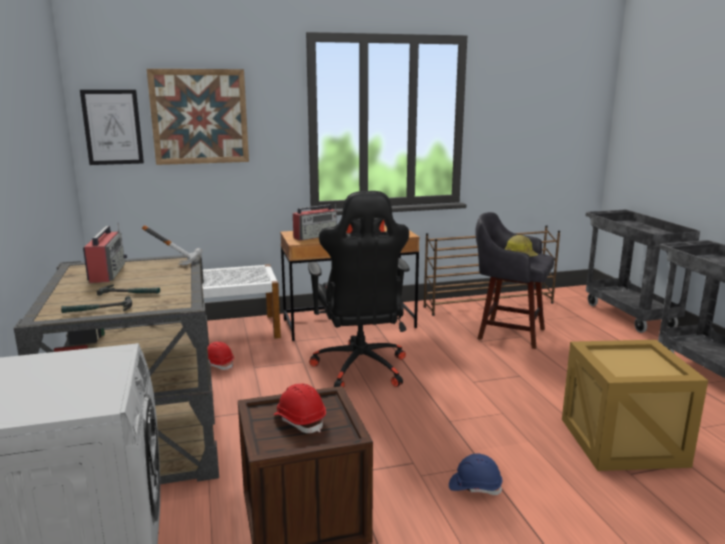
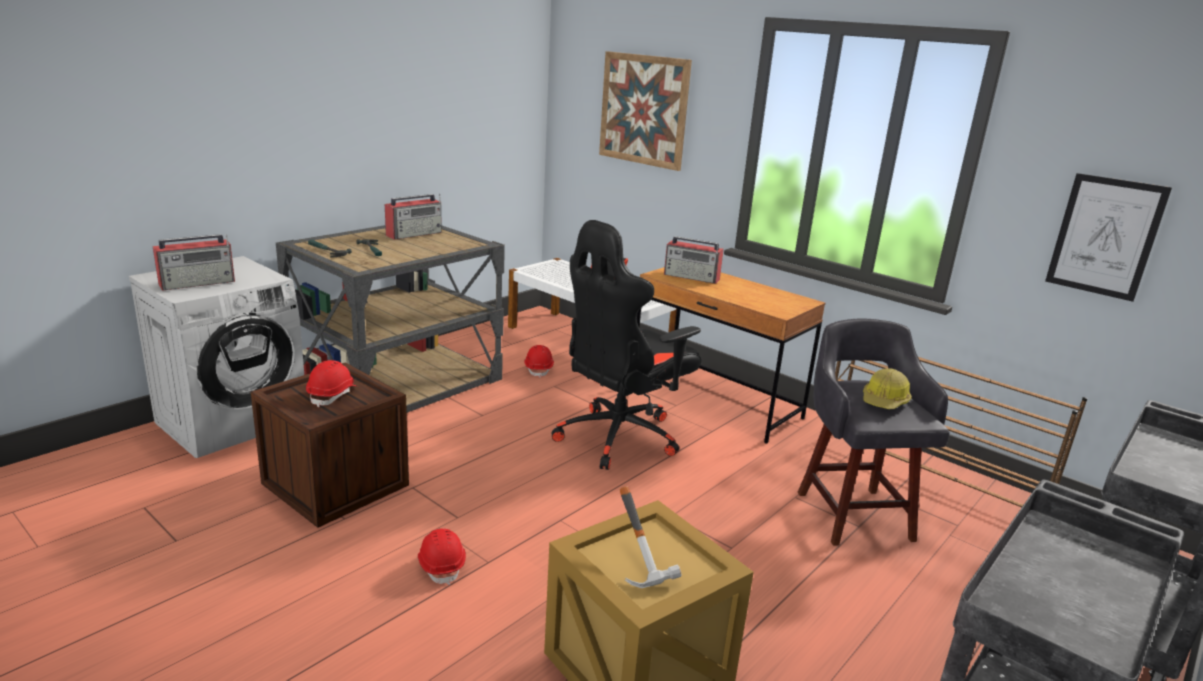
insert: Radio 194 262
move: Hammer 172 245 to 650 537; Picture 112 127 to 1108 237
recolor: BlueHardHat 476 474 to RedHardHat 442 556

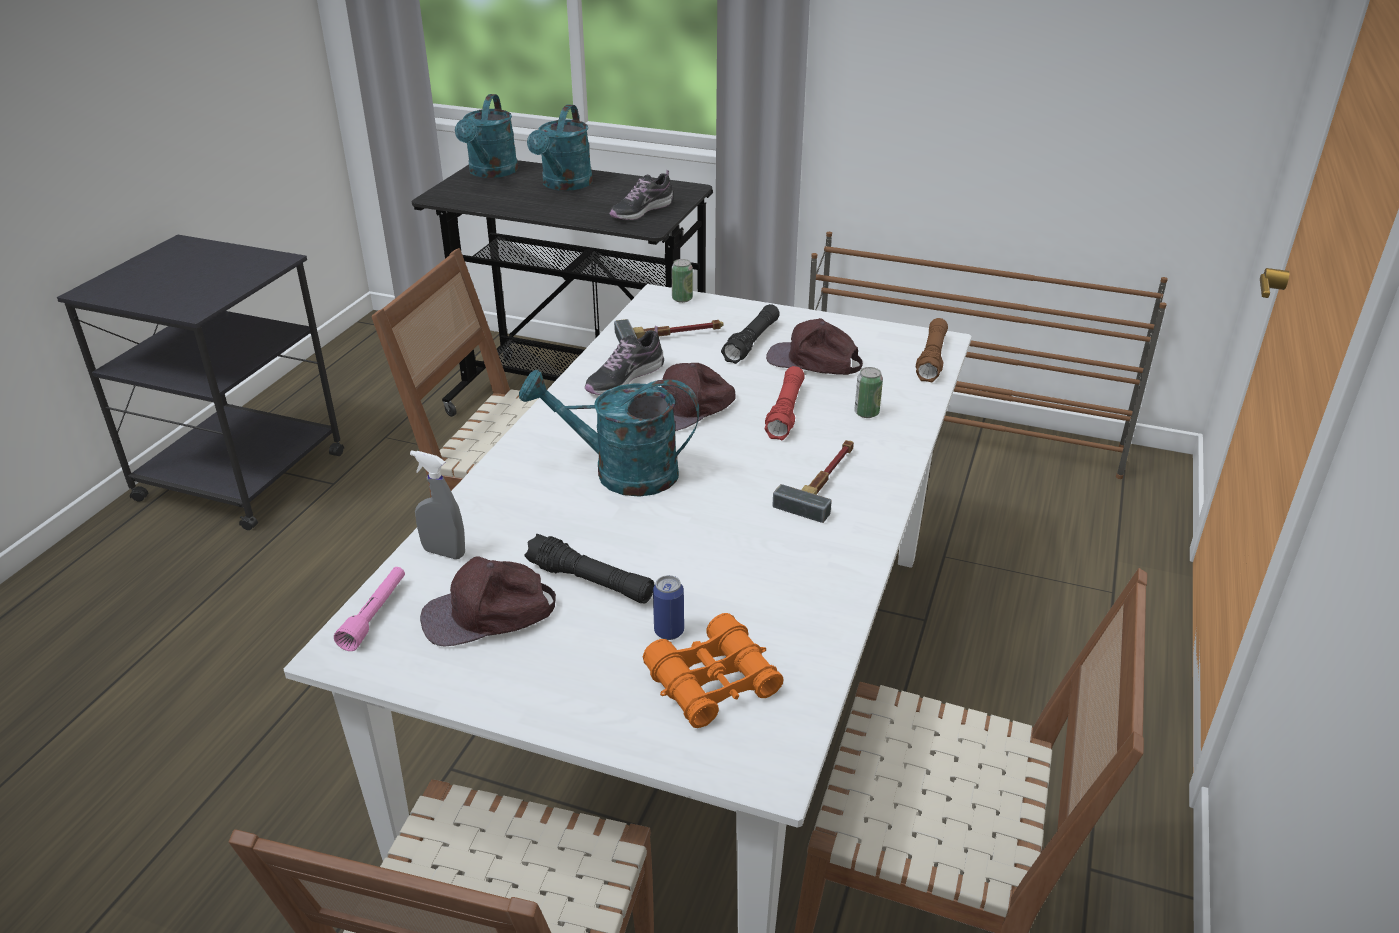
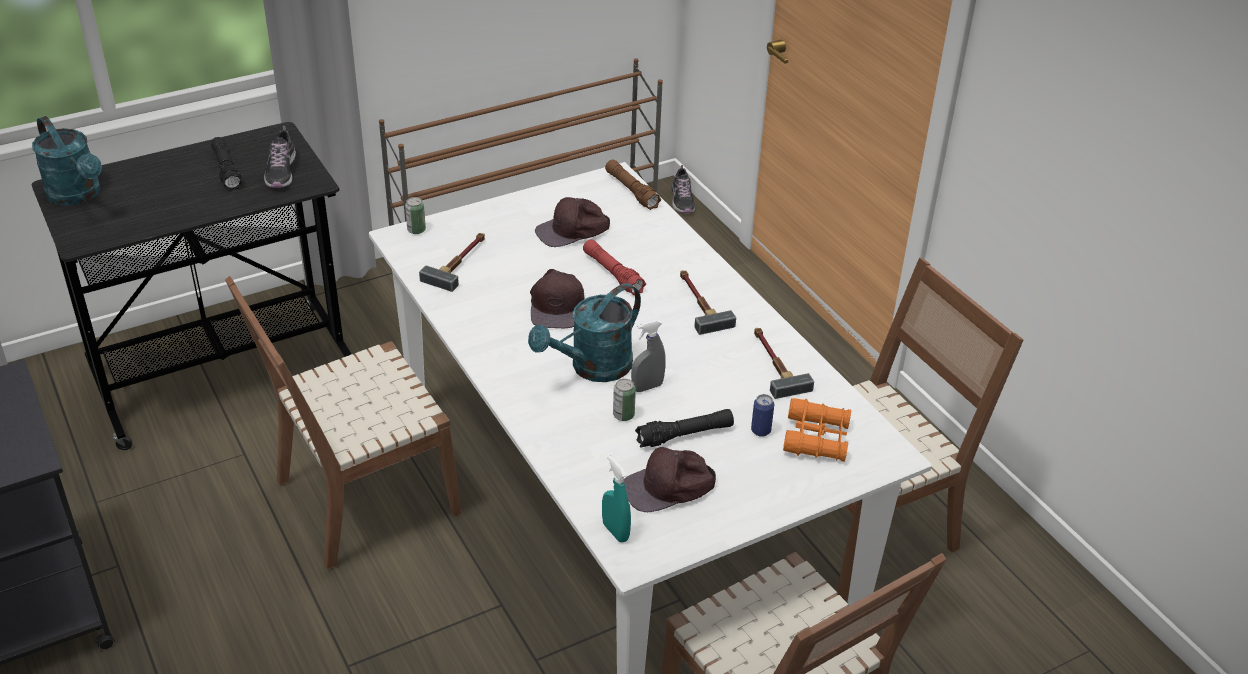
delete: TurquoiseWateringCan 560 147
insert: Hammer 784 363
move: BlackFlashlight 750 334 to 226 163; Can 868 392 to 624 400; GreySprayBottle 437 505 to 648 356; Shoe 624 360 to 683 189
replace: PinkFlashlight 369 609 to TurquoiseSprayBottle 616 498
rotate: BrownCap 488 601 = 669 479 45 degrees clockwise

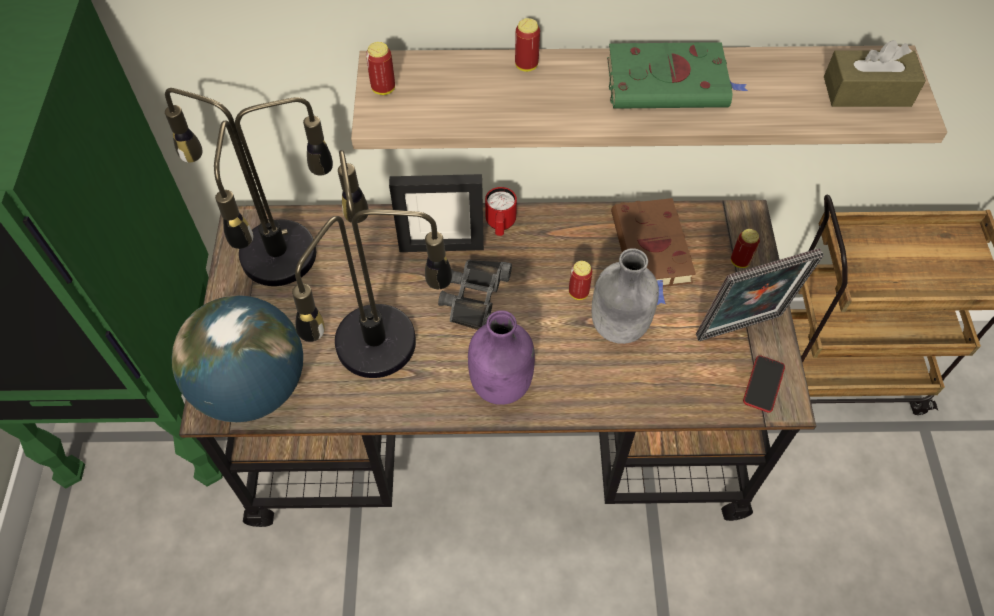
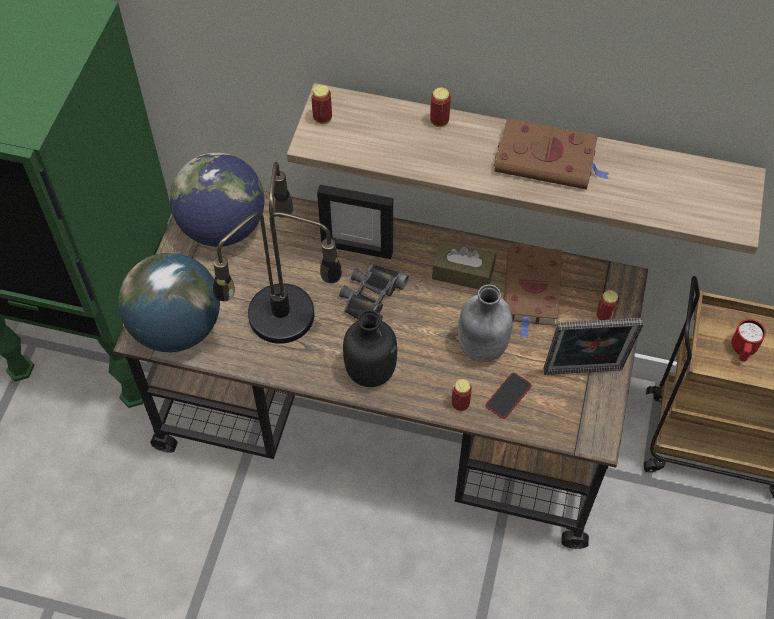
move: BrownTissueBox 875 73 to 464 265; Can 581 280 to 461 395; Phone 764 384 to 508 396; RedMug 501 211 to 748 340
replace: TableLamp 249 187 to Globe 217 200
recolor: PurpleBottle 501 357 to BlackBottle 370 348; GreenBook 677 75 to BrownBook 552 154

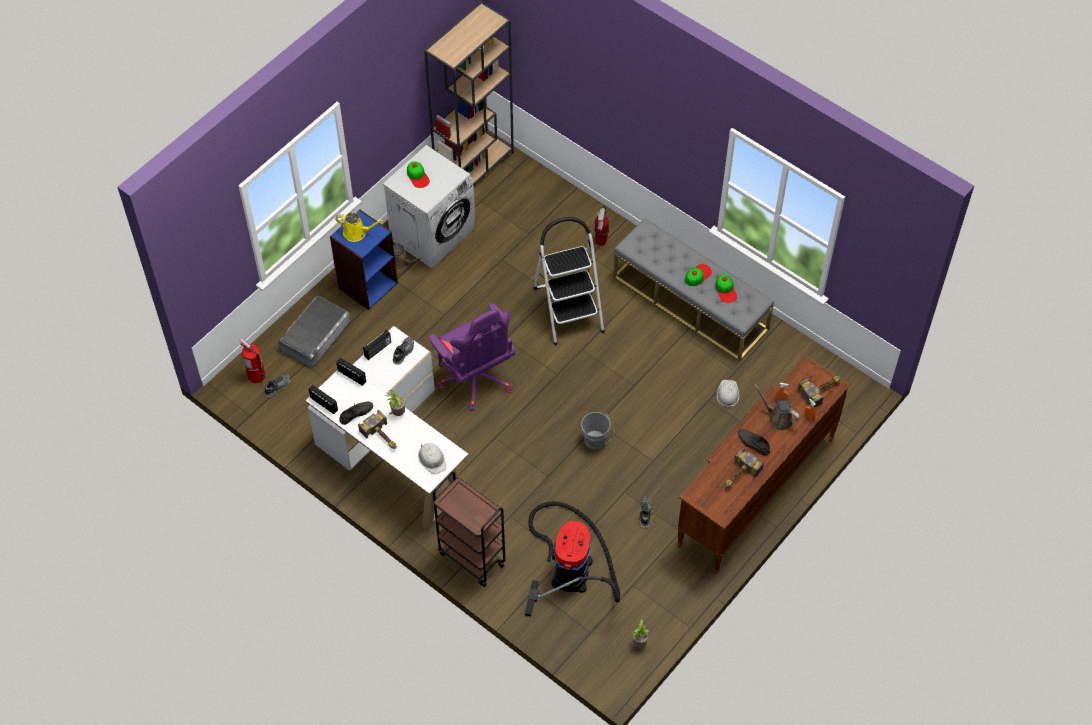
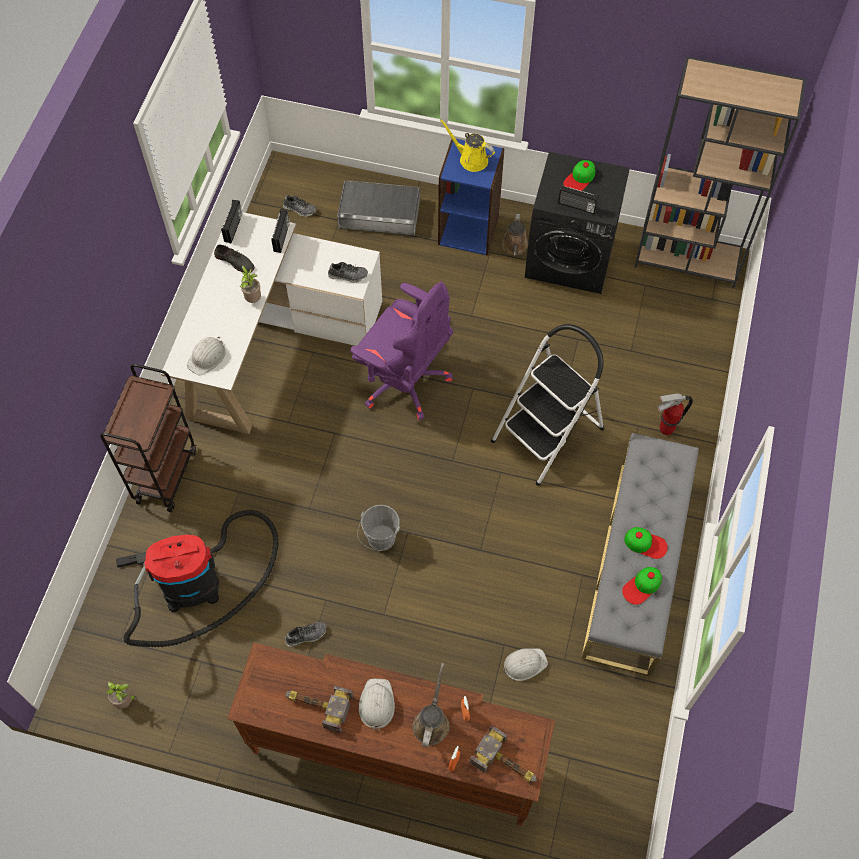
delete: FireExtinguisher 252 360; Hammer 377 429
move: Radio 377 345 to 578 199
replace: GreyShoe 754 442 to WhiteHardHat 377 704
recolor: WhiteWashingMachine 429 206 to BlackWashingMachine 577 223
rotate: PurpleOfficeChair 472 357 = 401 350 90 degrees counterclockwise; YellowWateringCan 359 227 = 467 145 135 degrees clockwise

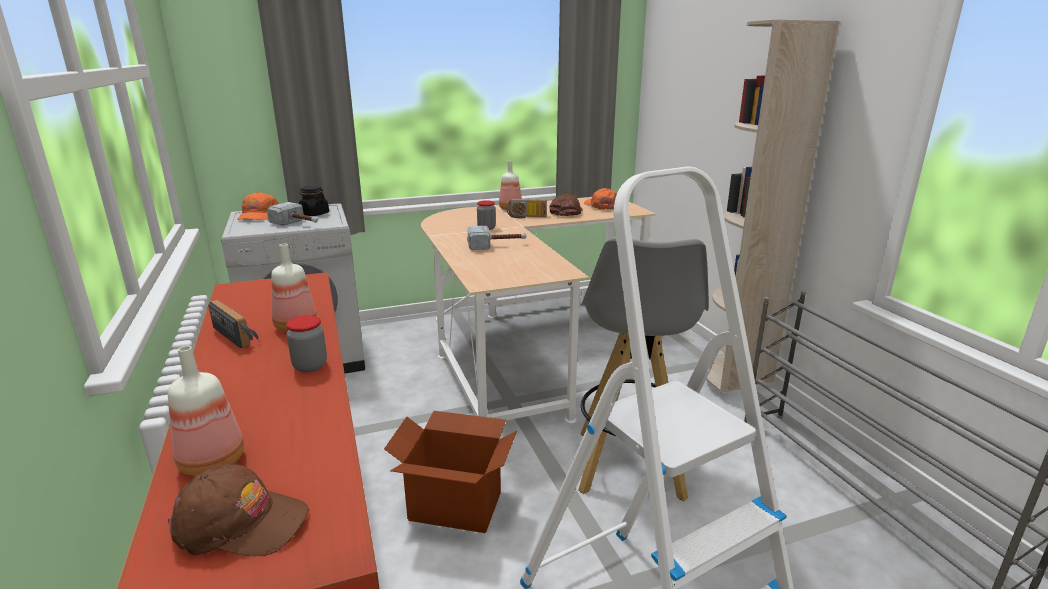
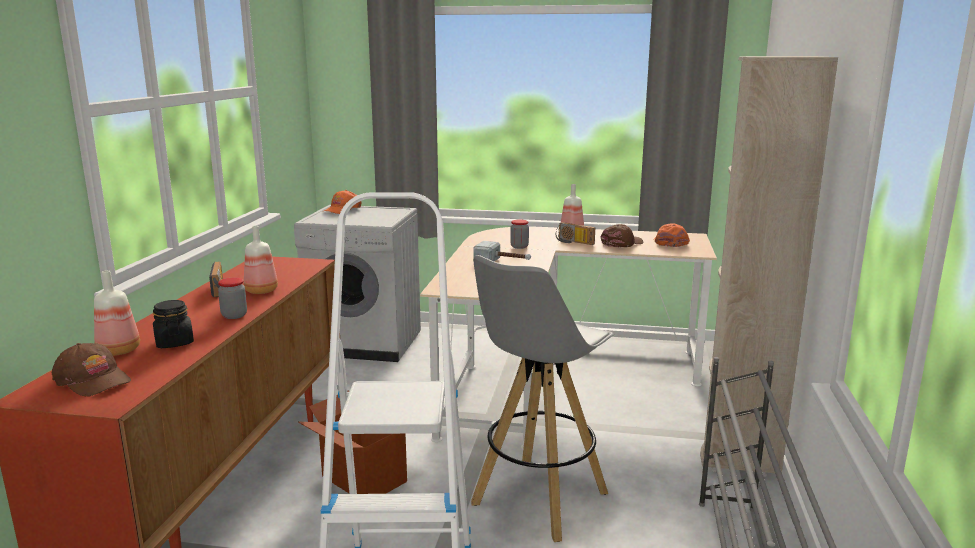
delete: Hammer 292 214
move: BlackJar 314 200 to 173 324

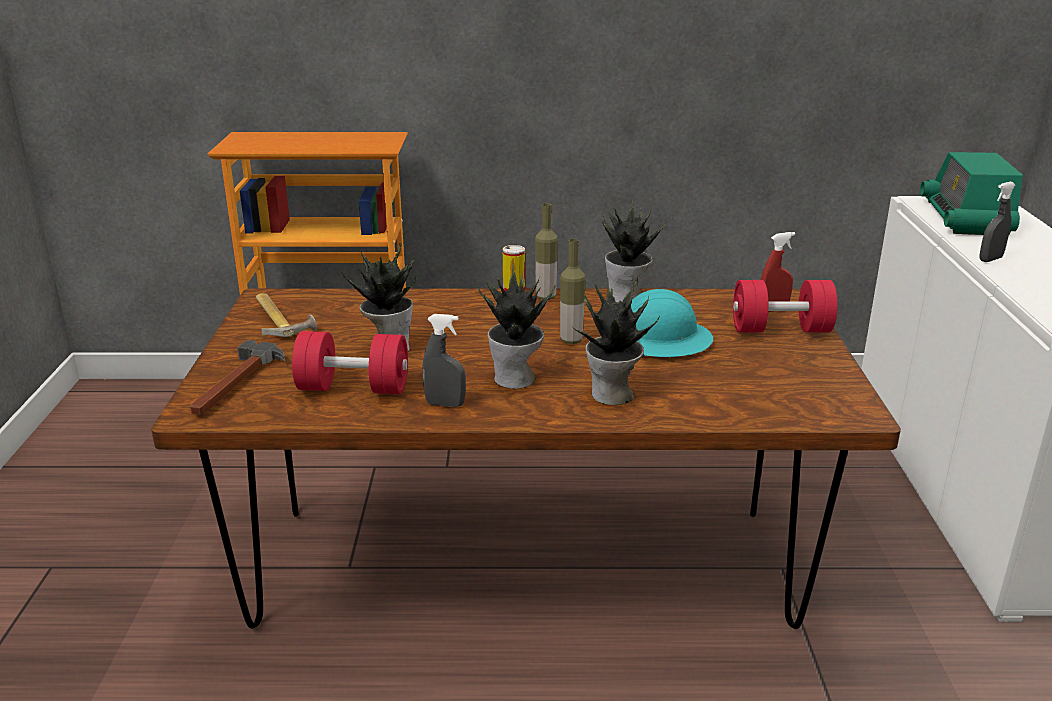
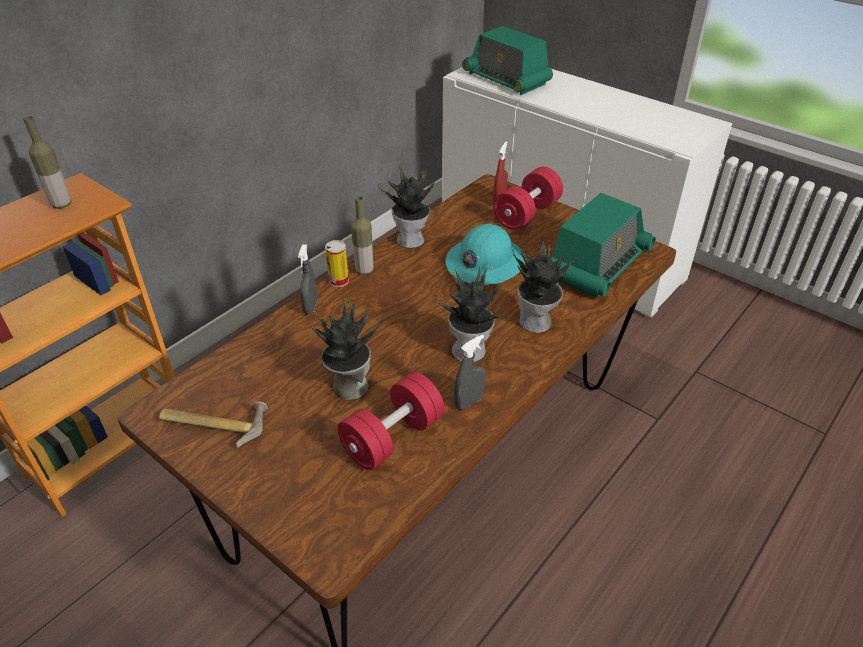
delete: Hammer 237 378
insert: Radio 603 245
move: Bottle 573 291 to 47 162; GreySprayBottle 998 221 to 307 279

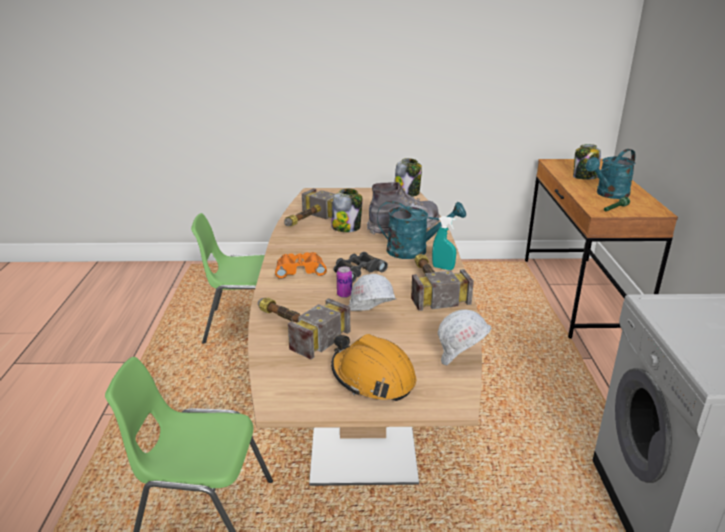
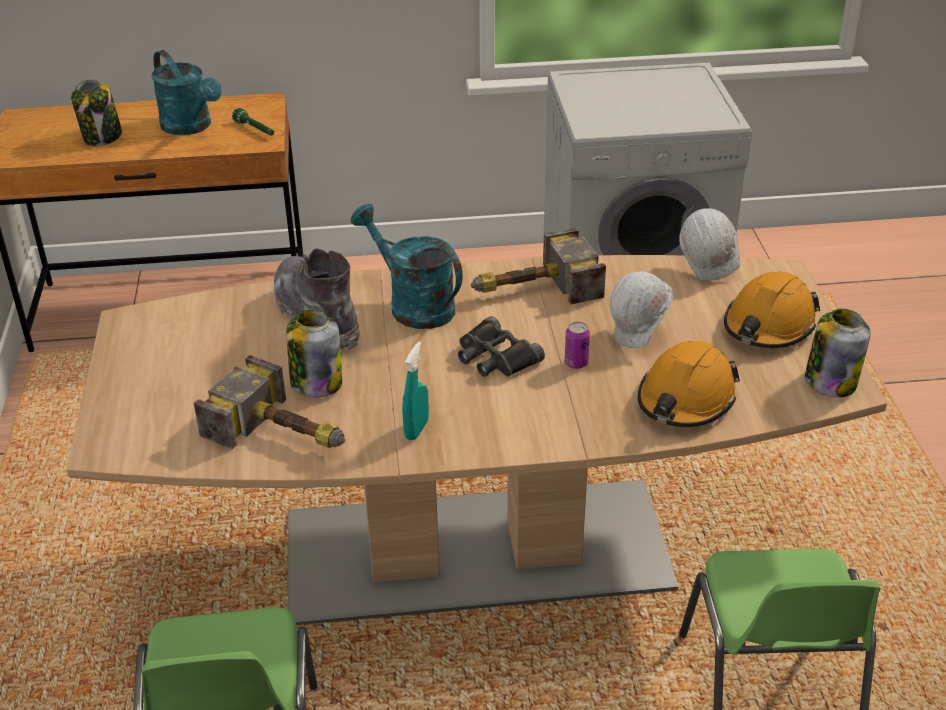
delete: OrangeBinoculars 301 265
move: TurquoiseSprayBottle 444 243 to 415 391; Jar 408 177 to 838 353
replace: Hammer 304 328 to OrangeHardHat 689 384
rotate: TurquoiseWateringCan 421 230 = 407 266 45 degrees counterclockwise

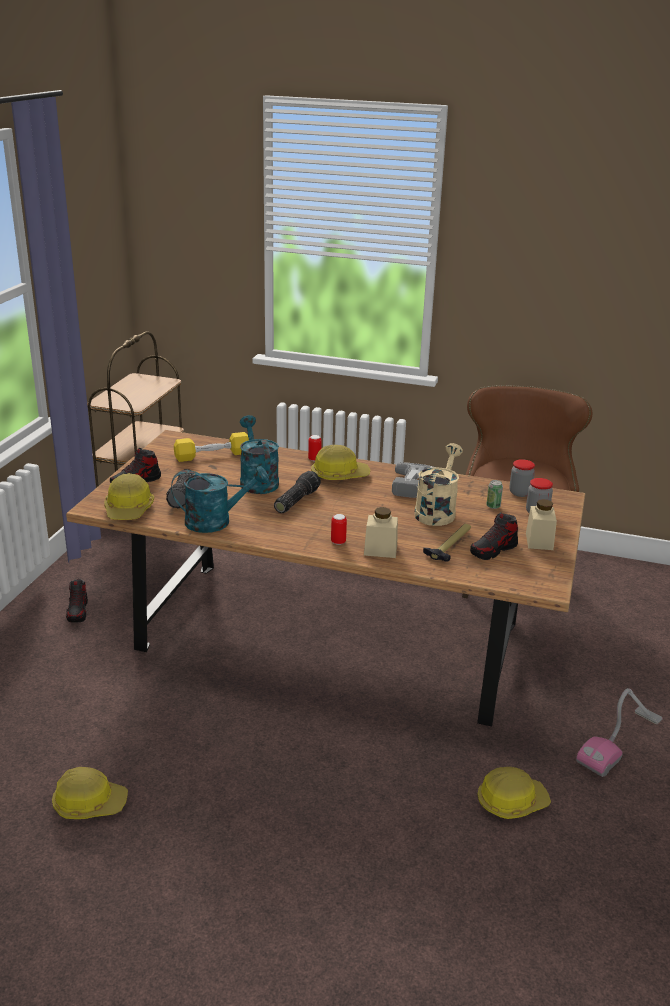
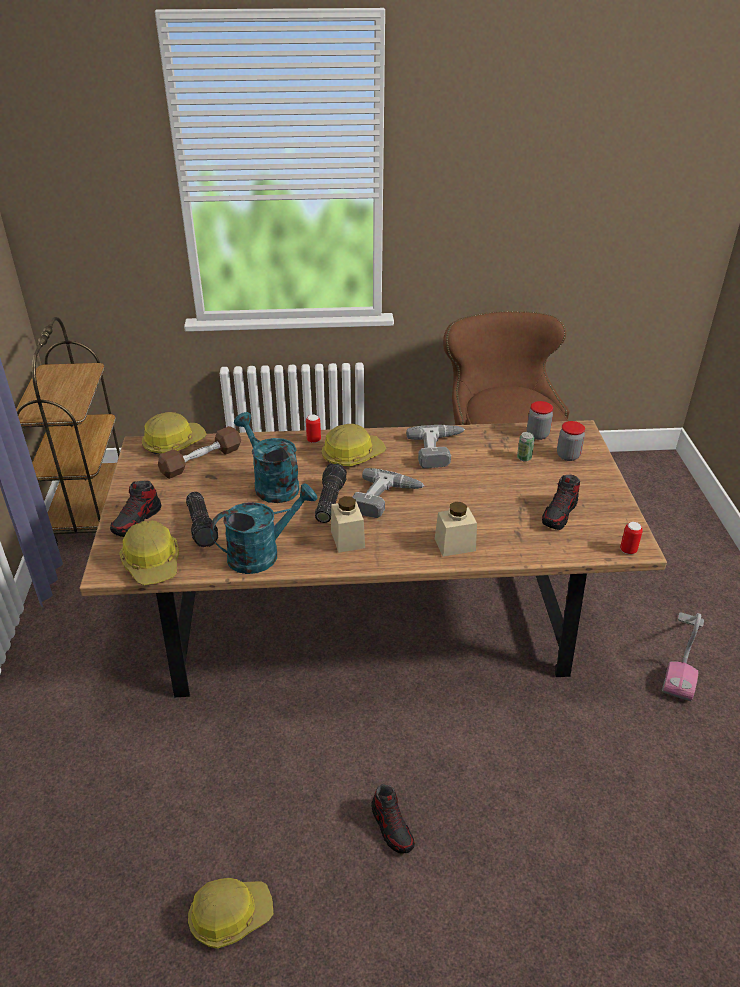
delete: BeigeWateringCan 438 484; Hammer 447 543
insert: PowerDrill 388 493
move: HardHat 514 793 to 174 433; BeigeJar 541 524 to 348 524; Shoe 77 601 to 393 819; Can 339 529 to 631 538
recolor: YellowDumbbell 211 447 to BrownDumbbell 199 452

